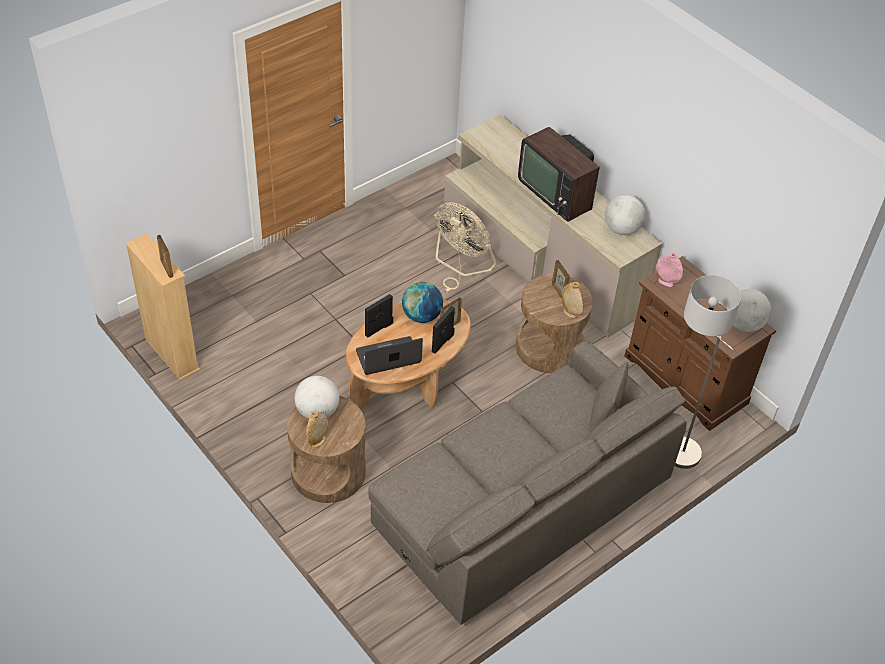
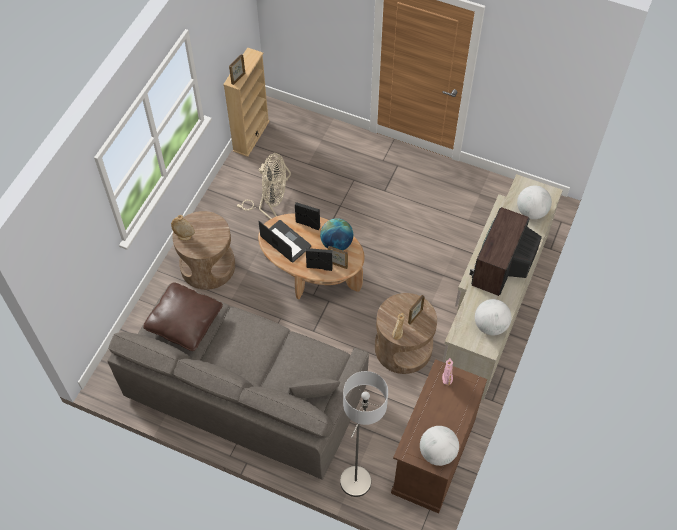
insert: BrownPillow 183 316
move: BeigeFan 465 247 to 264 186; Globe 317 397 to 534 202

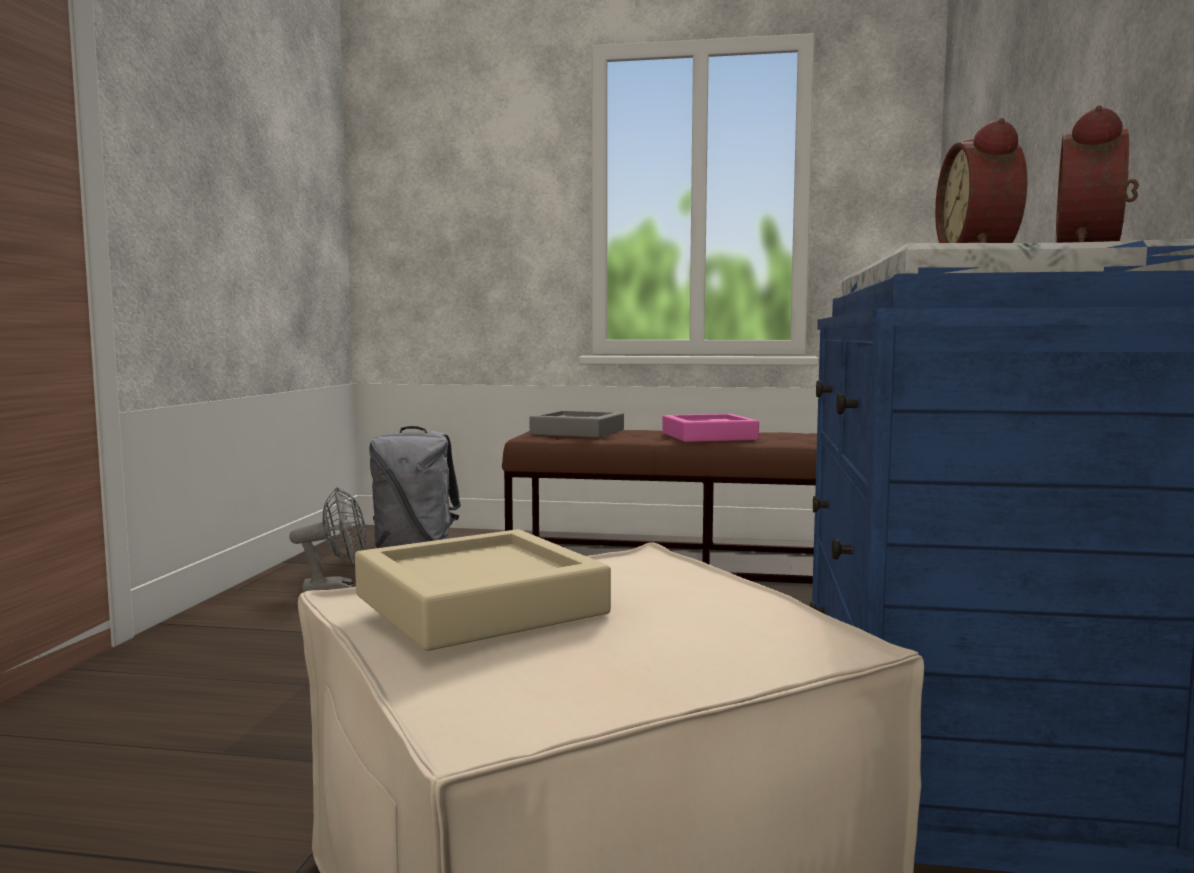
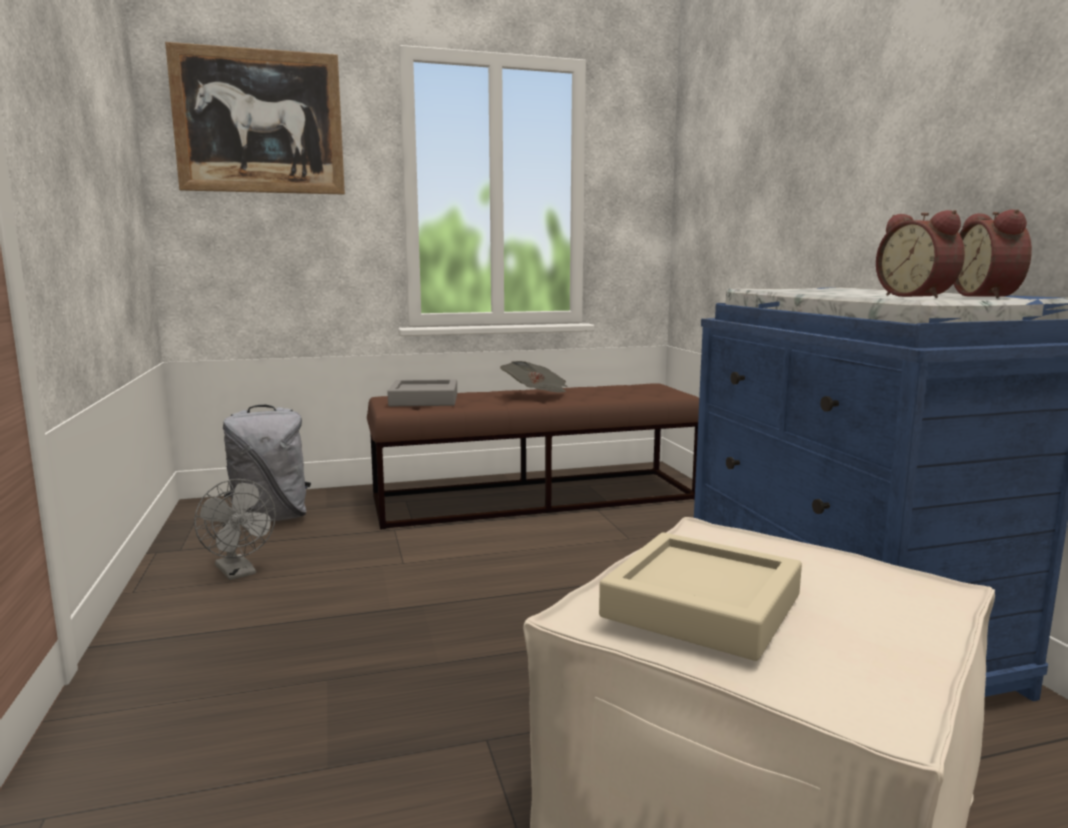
insert: Picture 255 118
replace: PinkTray 710 428 to Newspaper 534 376
rotate: GreyFan 327 540 = 235 529 90 degrees clockwise

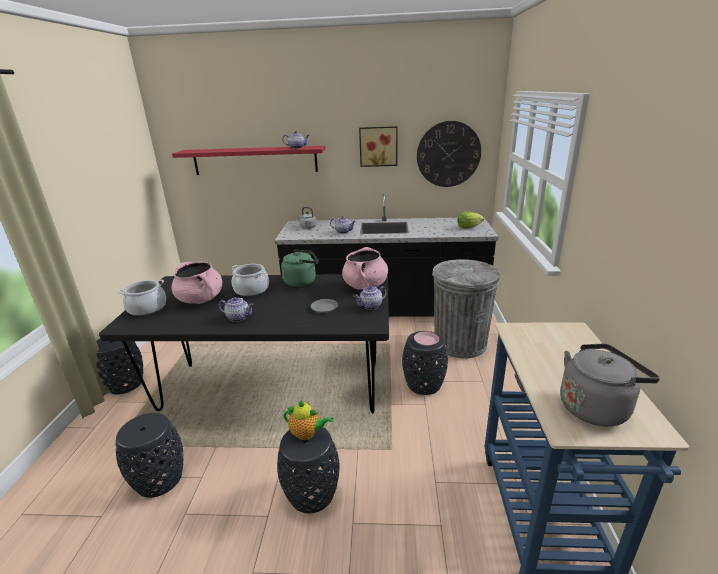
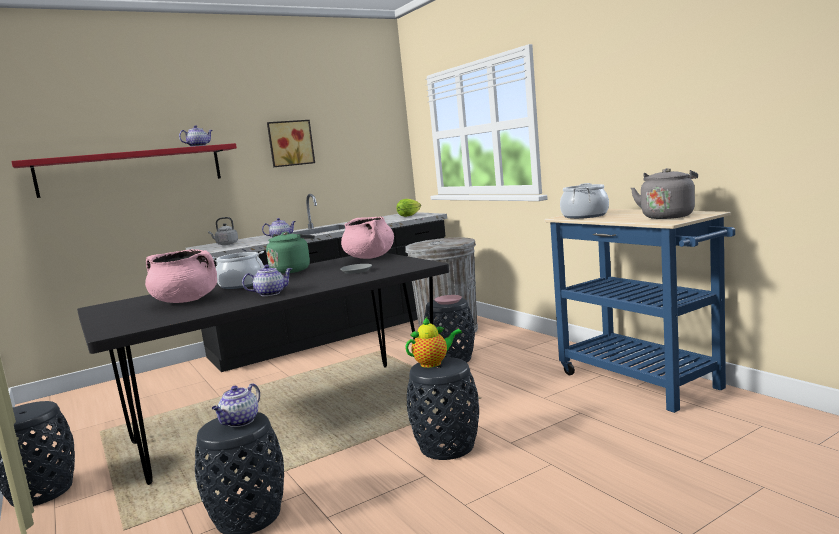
delete: WallClock 449 154
move: Teapot 370 298 to 236 405; CookingPot 141 298 to 584 201

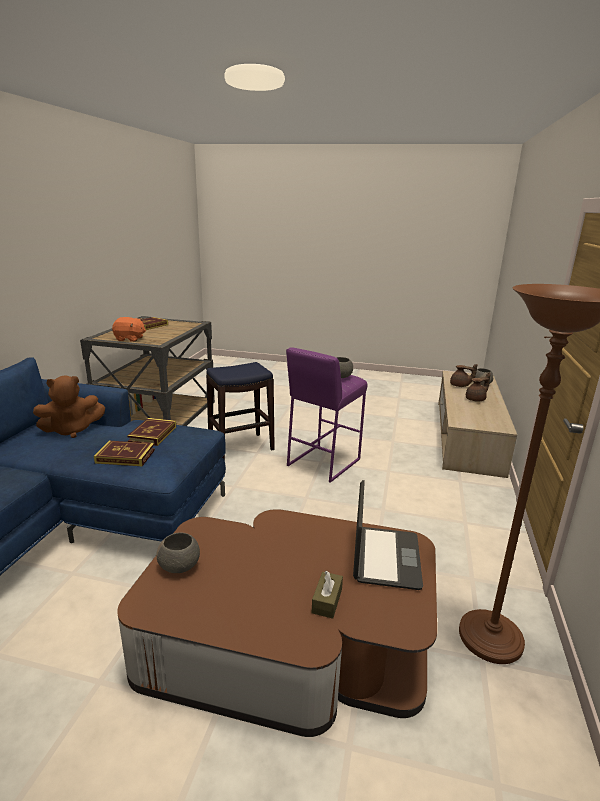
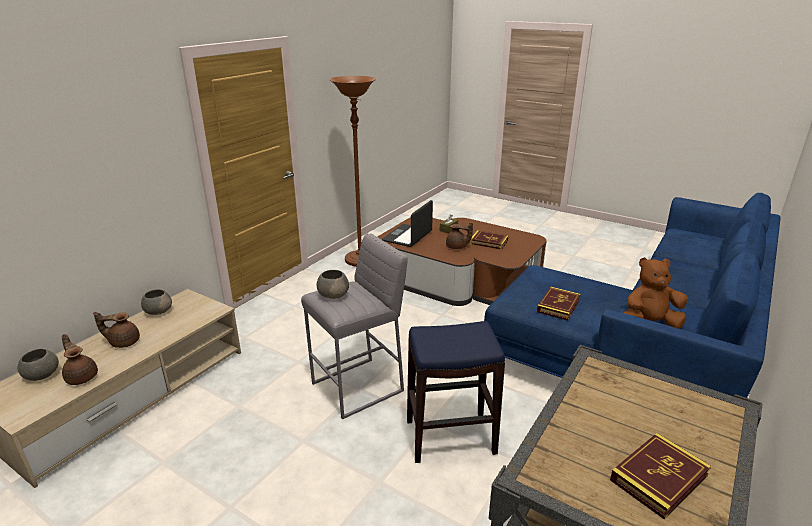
delete: OrangePlushToy 129 329
insert: BrownTeapot 459 236
move: GreyBowl 178 552 to 156 302; Book 124 453 to 489 240
recolor: PurpleStool 326 415 to GreyStool 354 326

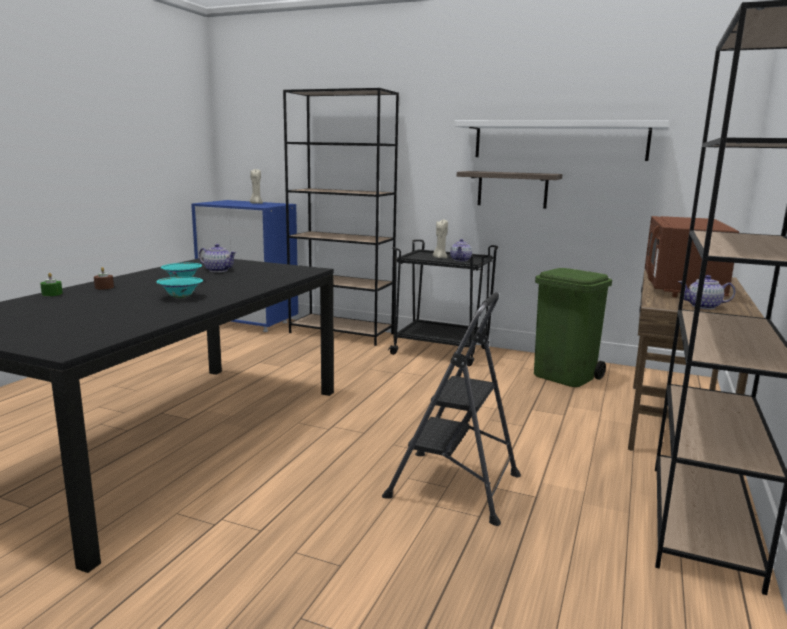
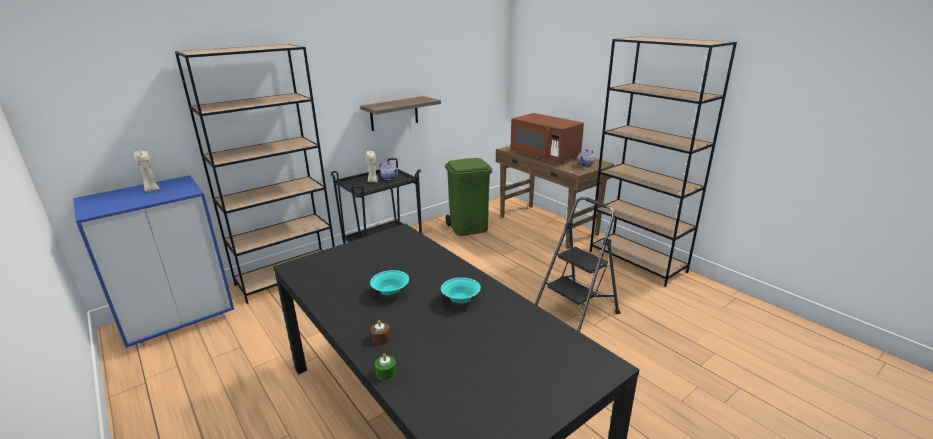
delete: Teapot 218 258; WhiteShelf 561 140

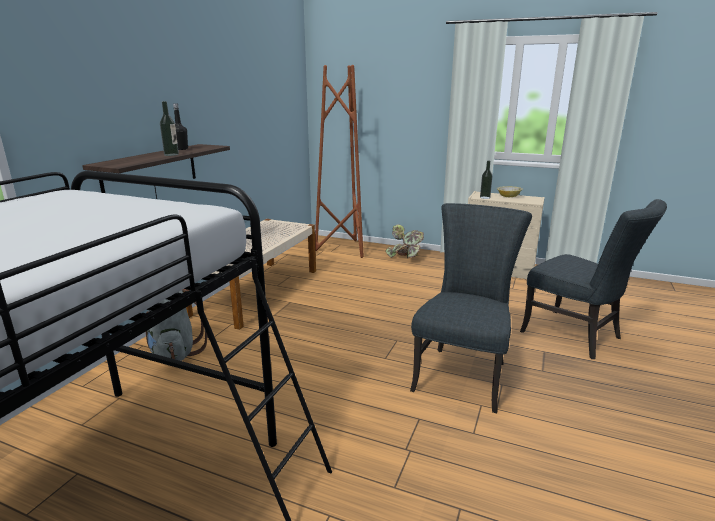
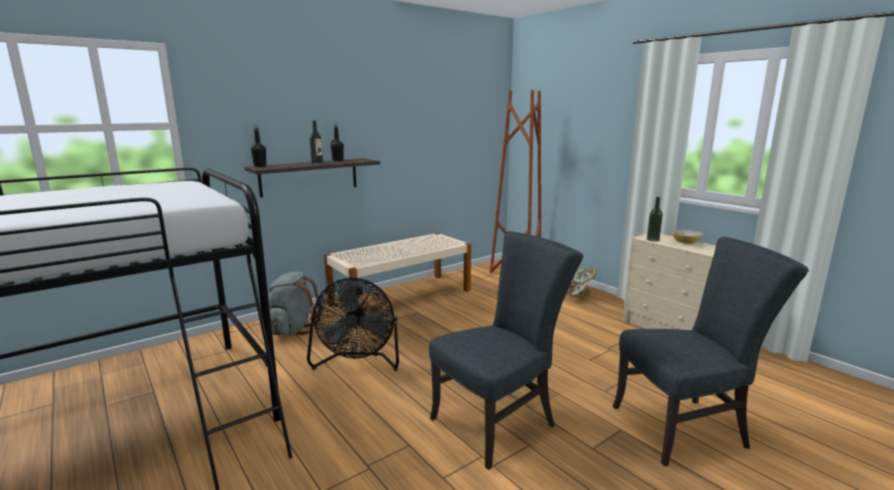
insert: BlackBottle 258 146; BlackFan 353 324
rotate: GreyChair 593 279 = 710 351 90 degrees counterclockwise

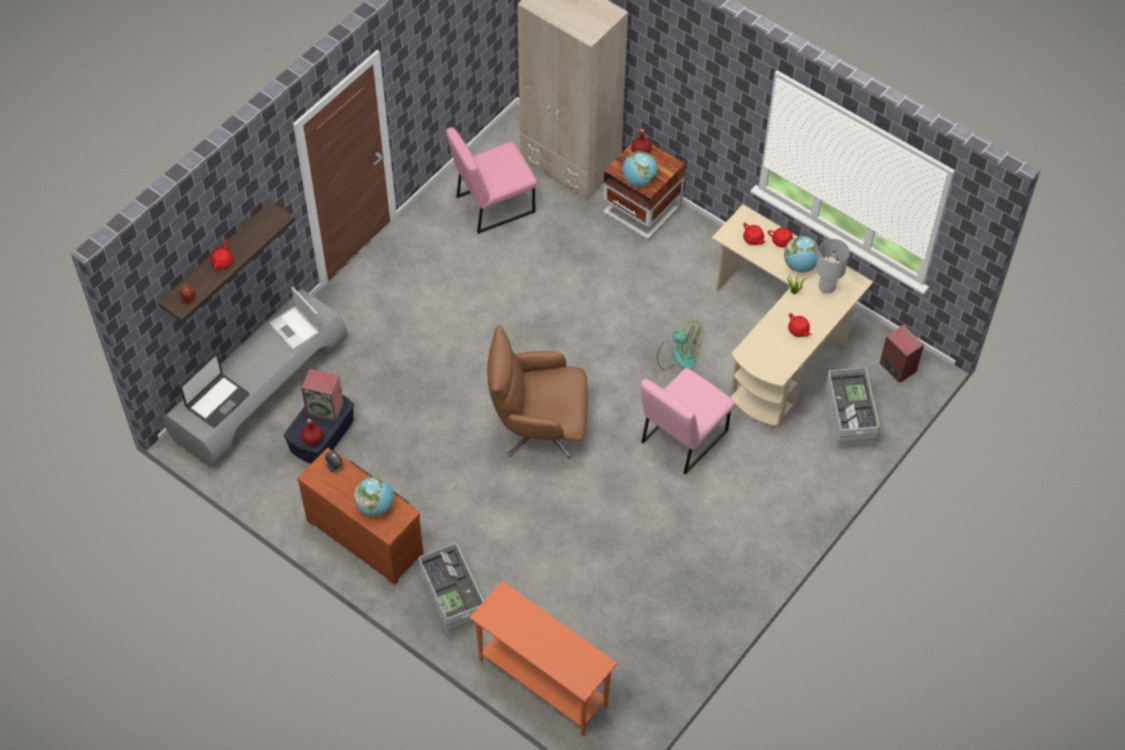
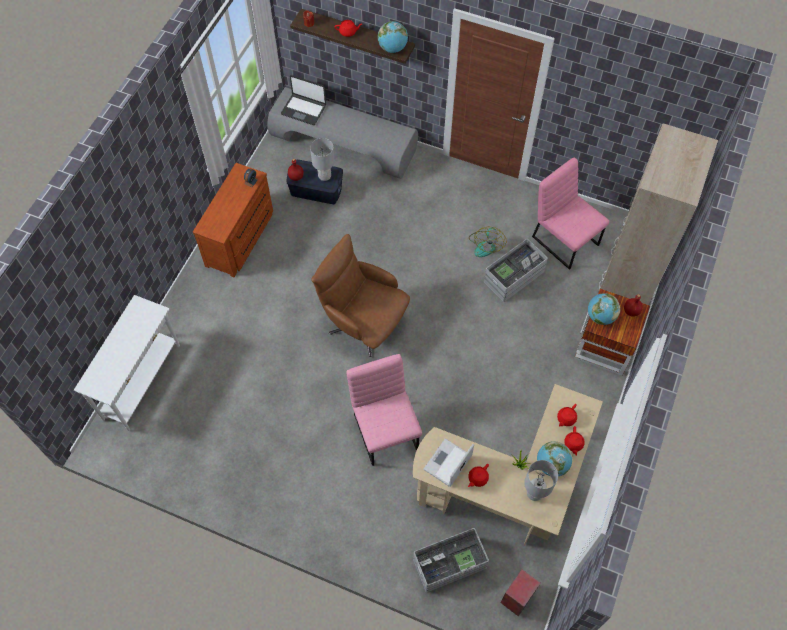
move: Globe 374 496 to 393 37; Laptop 295 318 to 448 462; Fan 680 345 to 488 242; GreyStorageBox 451 589 to 516 270
replace: Speaker 322 395 to GreyTableLamp 322 159
recolor: OrangeConsoleTable 543 658 to WhiteConsoleTable 127 363
rotate: BrownArmchair 537 392 = 360 295 45 degrees counterclockwise; PinkChair 687 421 = 384 410 45 degrees clockwise

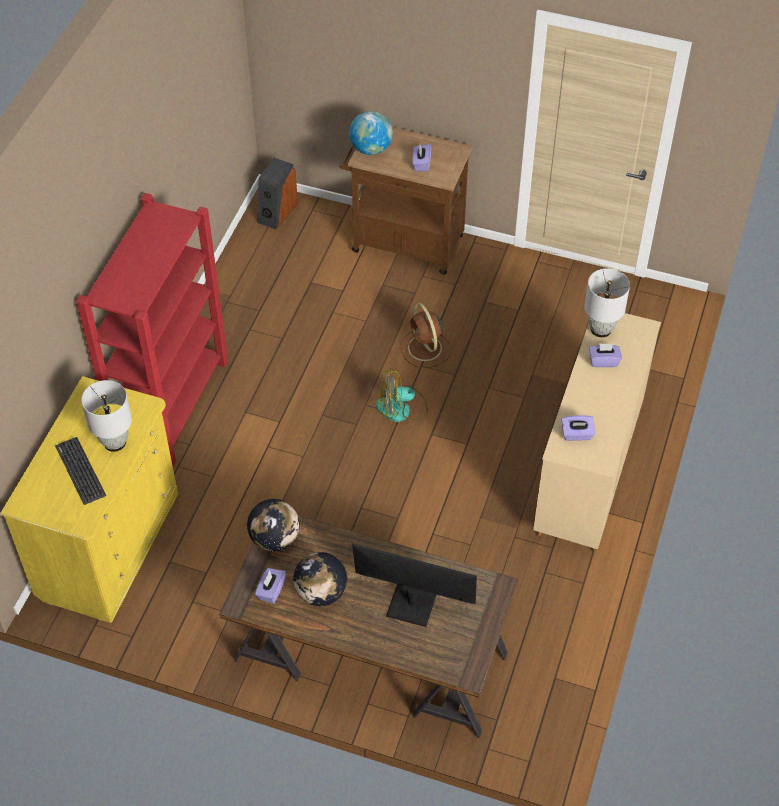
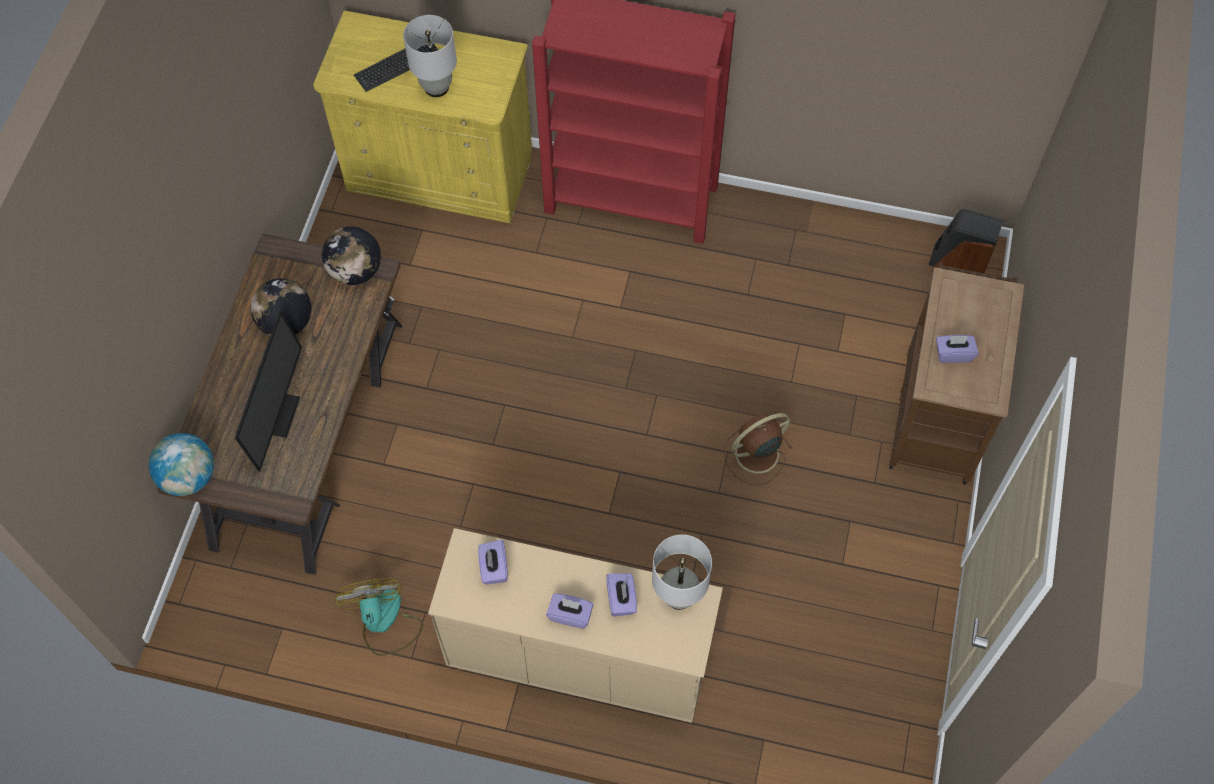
move: Globe 371 133 to 181 464; Fan 402 395 to 379 617; PurpleTissueBox 270 586 to 569 611

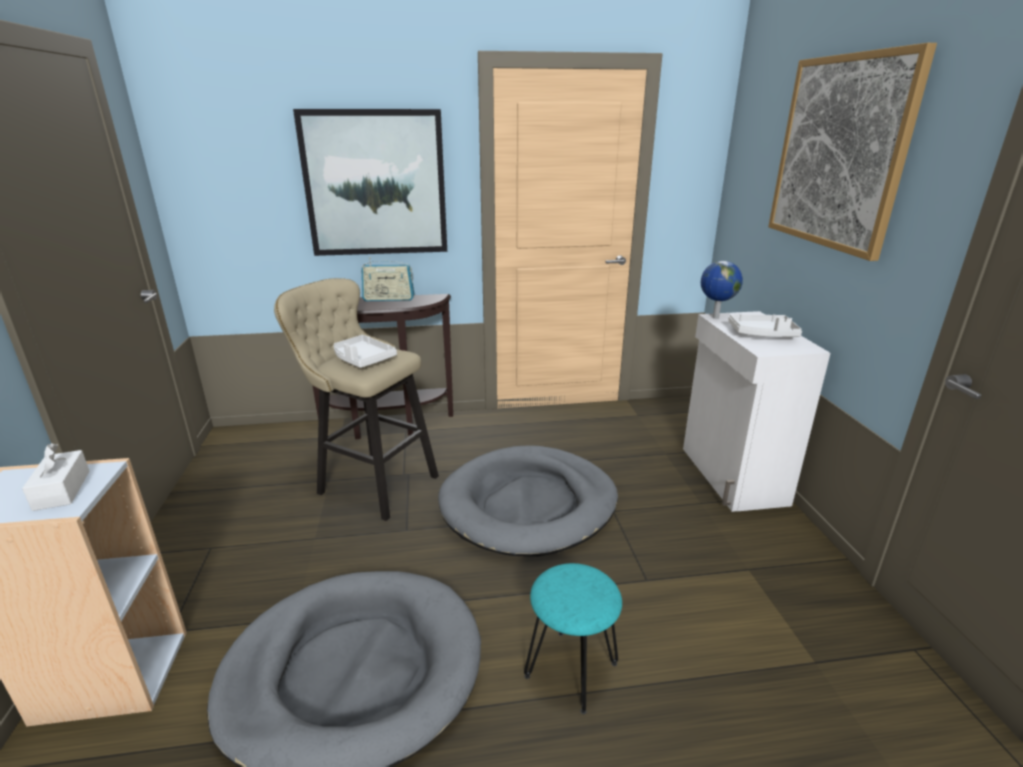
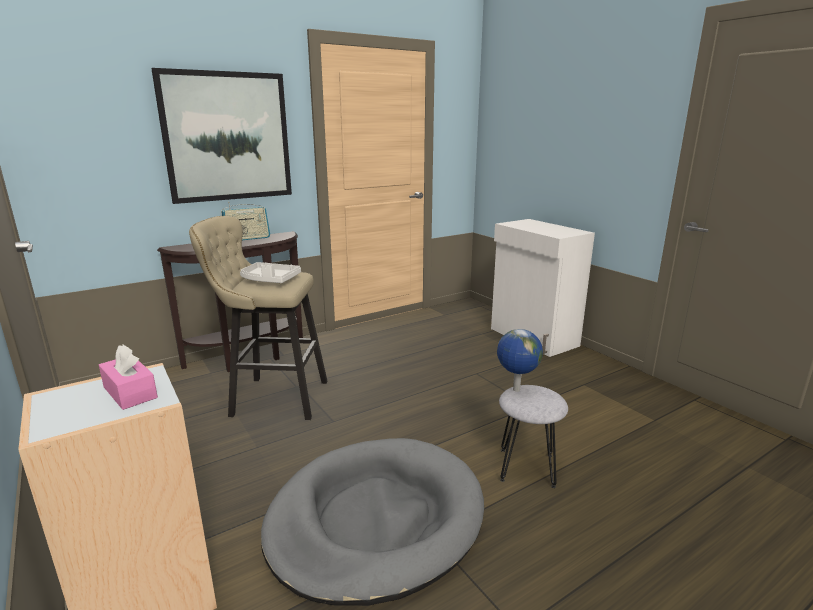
delete: GreyDogBed 528 501; WhiteTray 765 325; Picture 852 152
move: Globe 722 290 to 520 360
recolor: WhiteTissueBox 55 477 to PinkTissueBox 128 377; TurquoiseStool 573 638 to GreyStool 533 436

